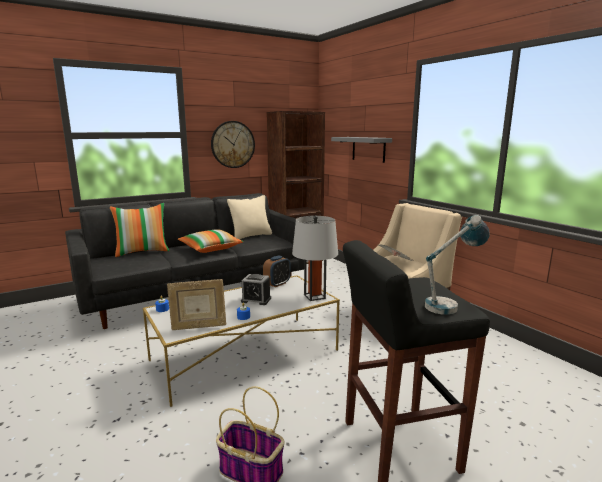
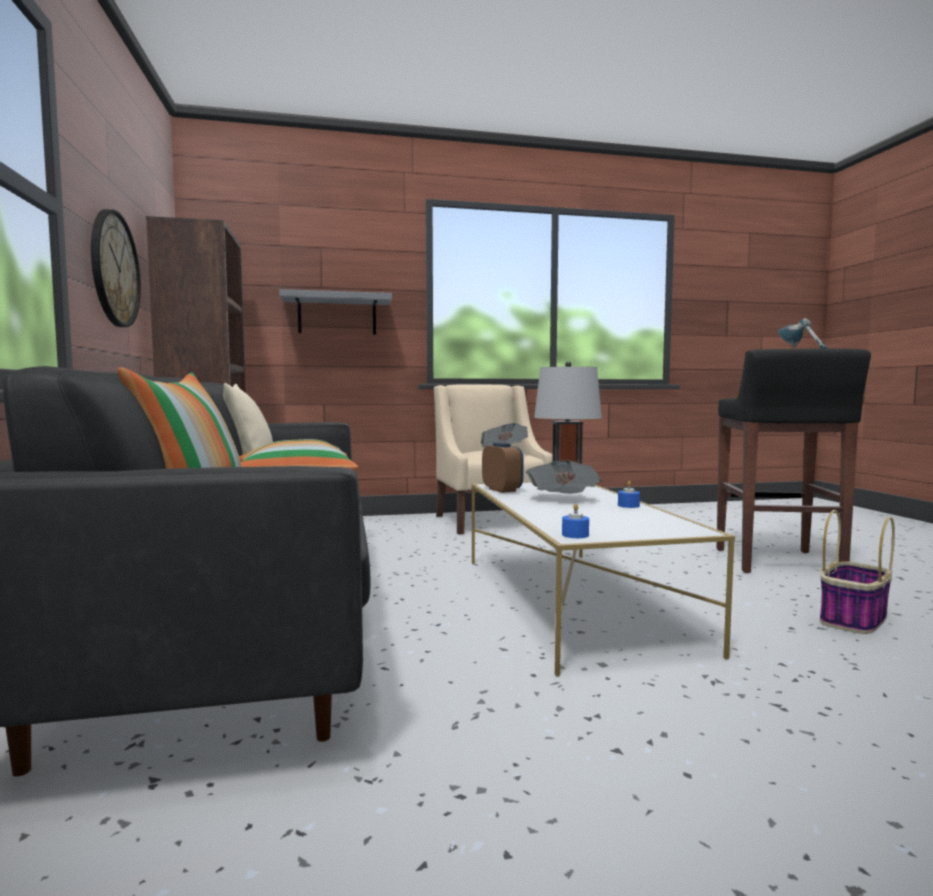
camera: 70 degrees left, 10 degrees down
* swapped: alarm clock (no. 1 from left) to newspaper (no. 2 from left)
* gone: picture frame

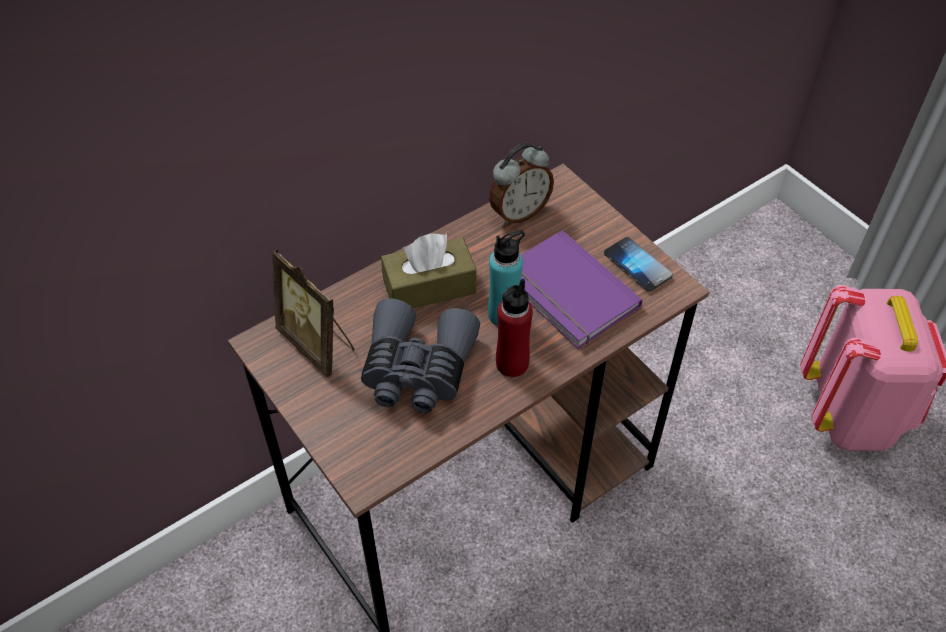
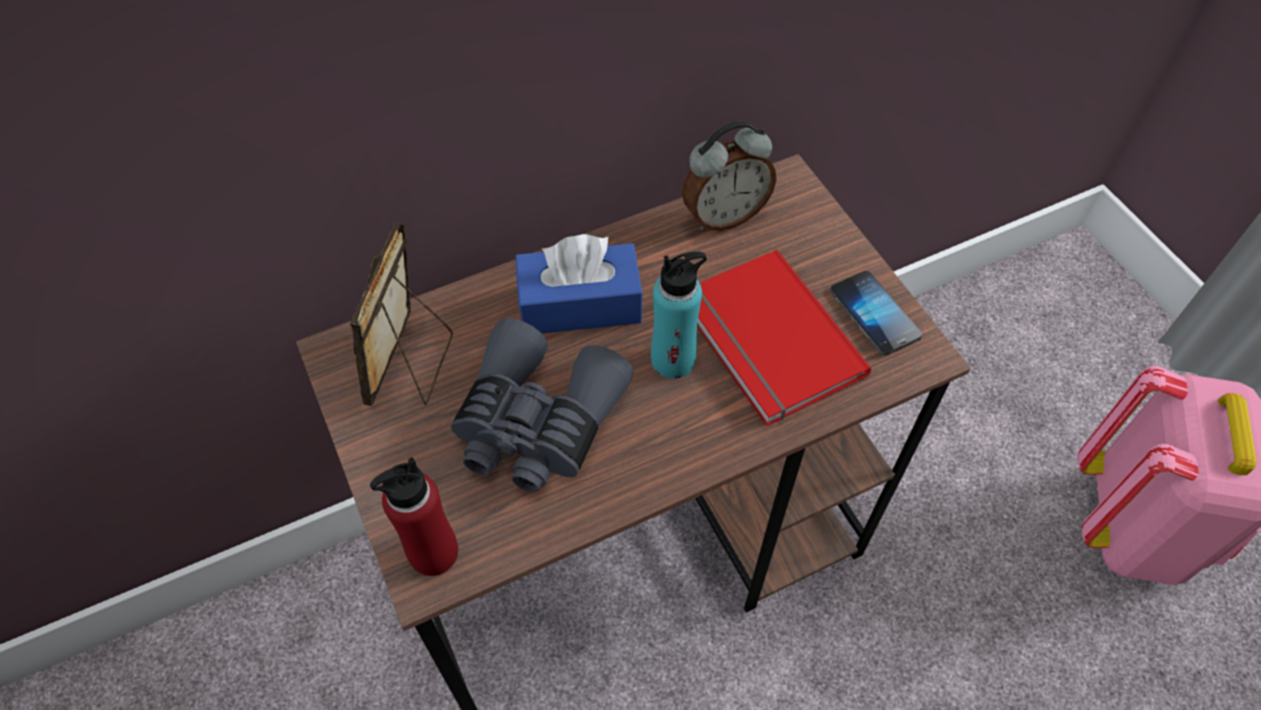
camera: 10 degrees right, 5 degrees up
* rotated: picture frame 45 degrees clockwise
* shifted: bottle/red
* repainted: tissue box/brown to tissue box/blue
* repainted: book/purple to book/red

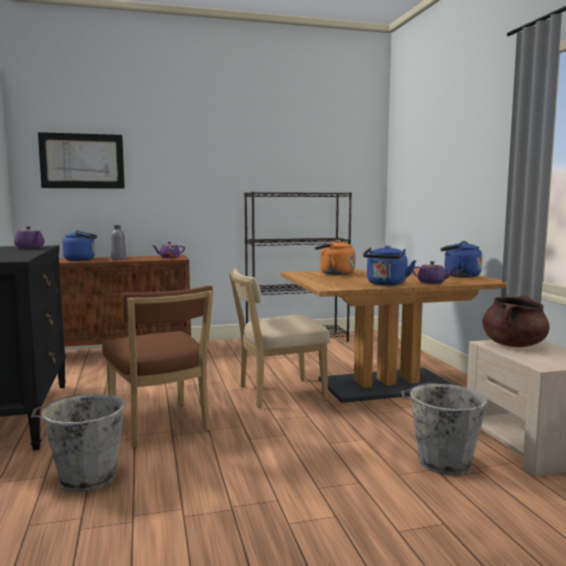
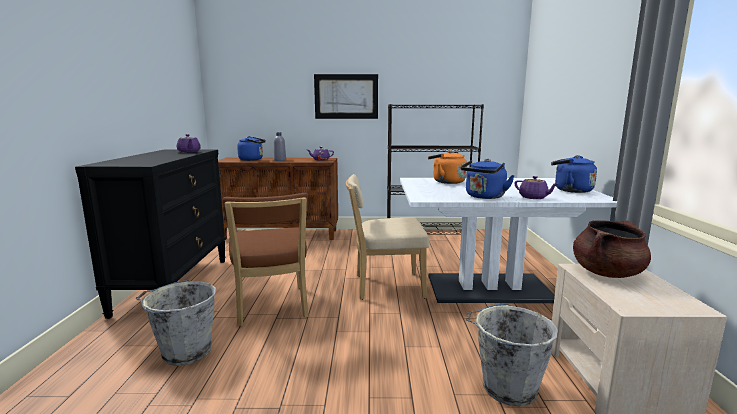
camera: 15 degrees right, 5 degrees up
* shifted: picture
* repainted: dining table/brown to dining table/white

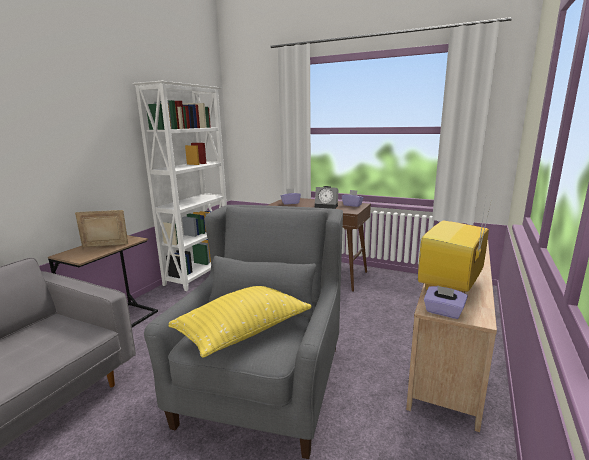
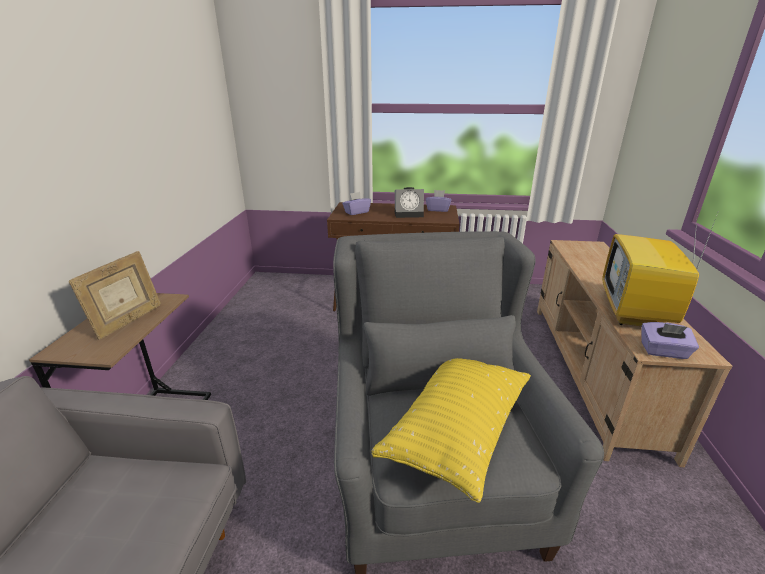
camera: 20 degrees left, 10 degrees up
* rotated: picture frame 150 degrees clockwise
* gone: bookcase/white

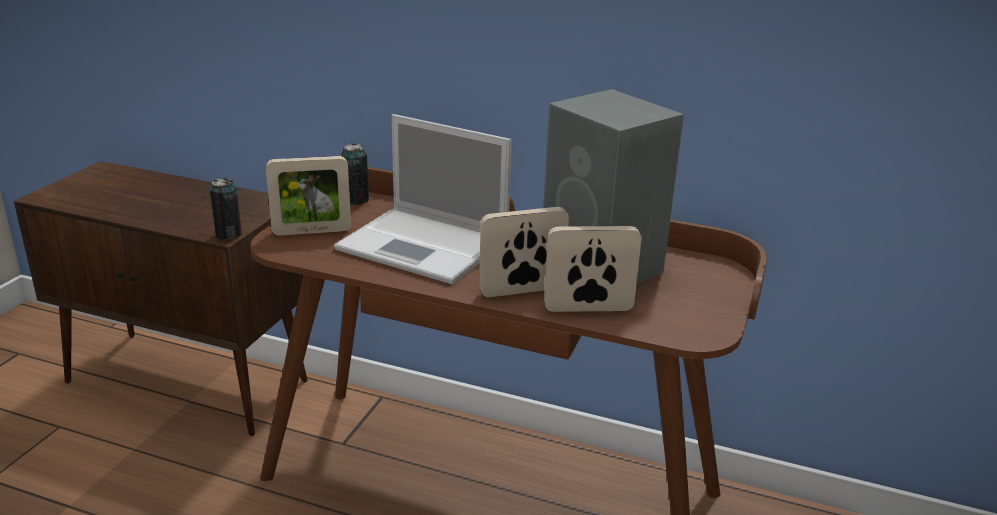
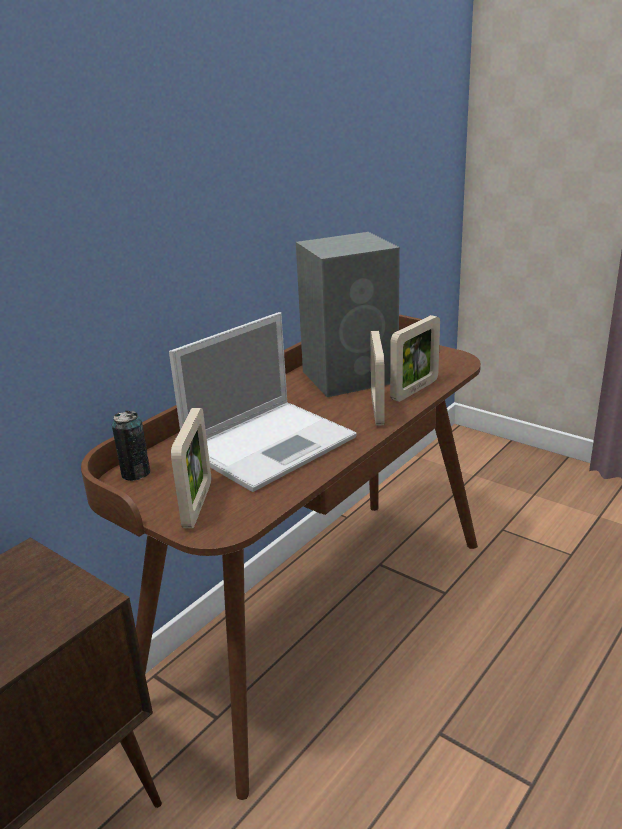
camera: 70 degrees left, 0 degrees up
* rotated: picture frame (no. 3 from left) 150 degrees counterclockwise
* gone: can (no. 1 from left)

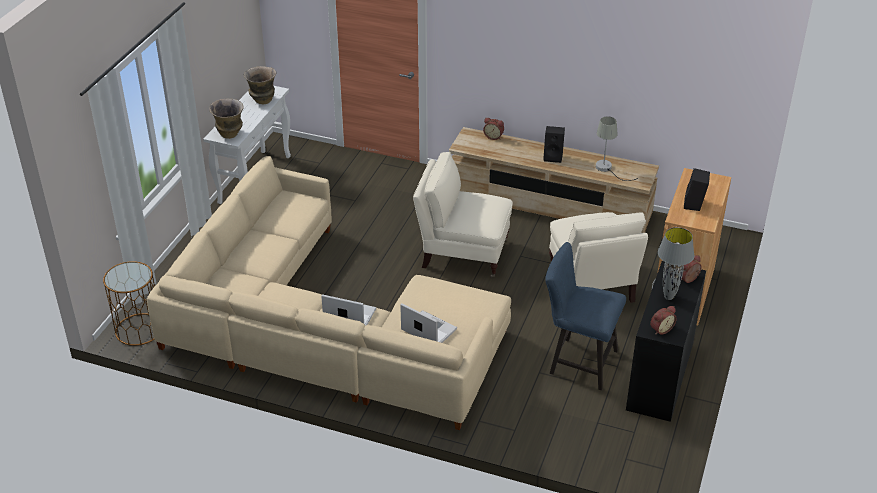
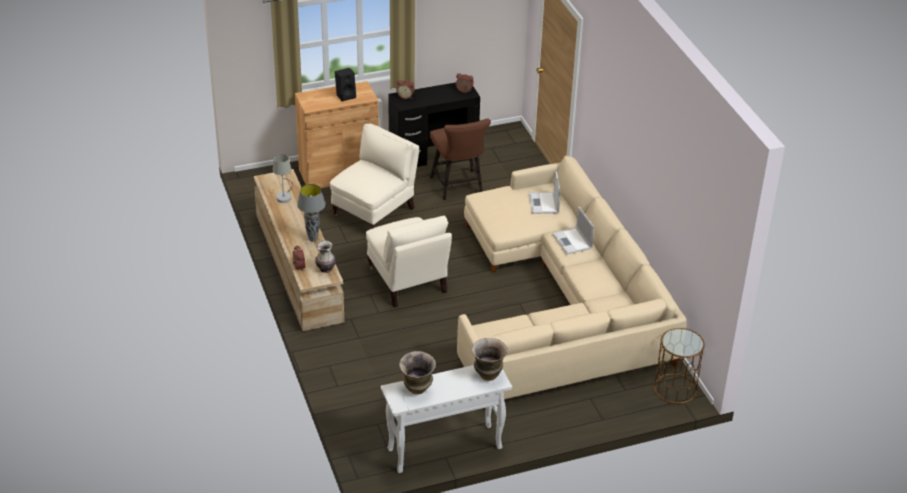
camera: 130 degrees left, 0 degrees up
* shifted: table lamp/grey (no. 2 from left)
* new: vase (no. 1 from left)
* repainted: chair/blue to chair/brown
* gone: speaker/black (no. 1 from left)

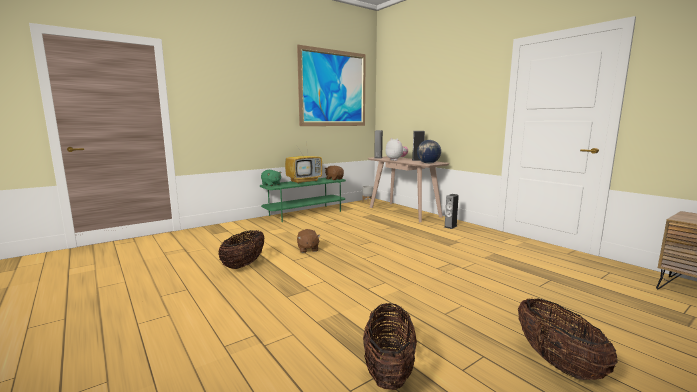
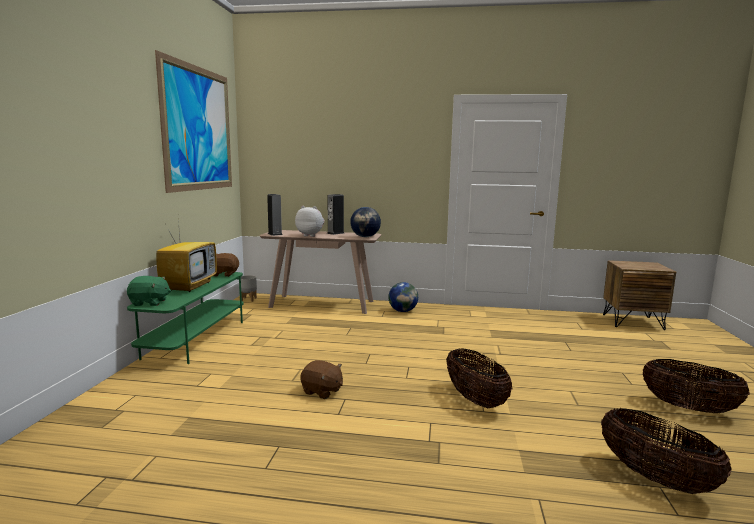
camera: 45 degrees left, 0 degrees up
* swapped: speaker (no. 3 from left) to globe (no. 2 from left)
* shifted: basket (no. 1 from left)

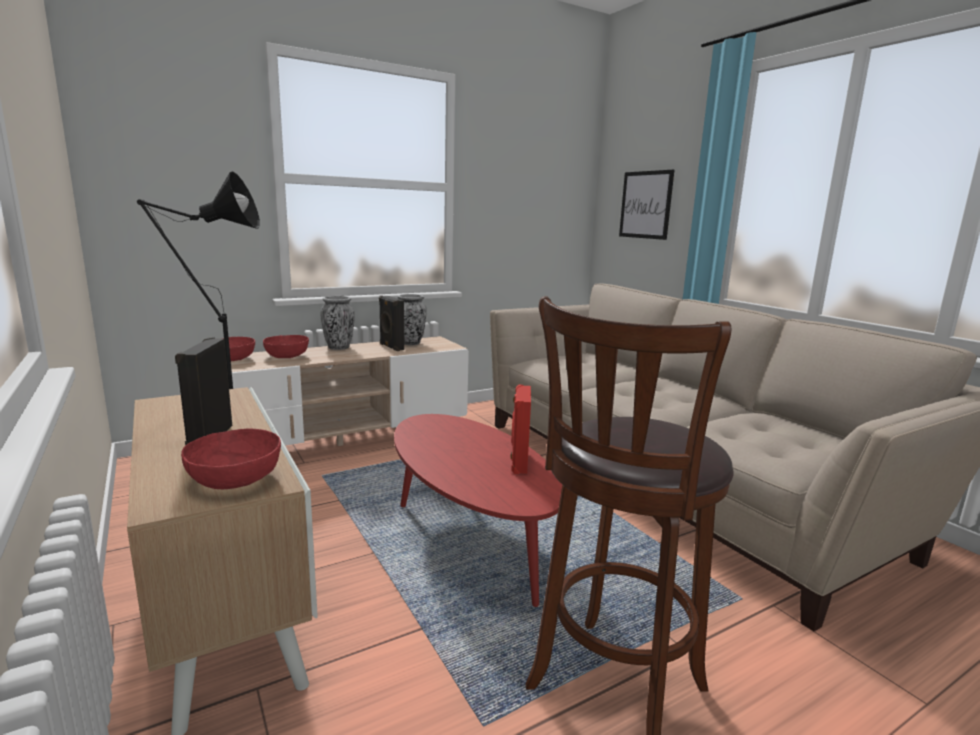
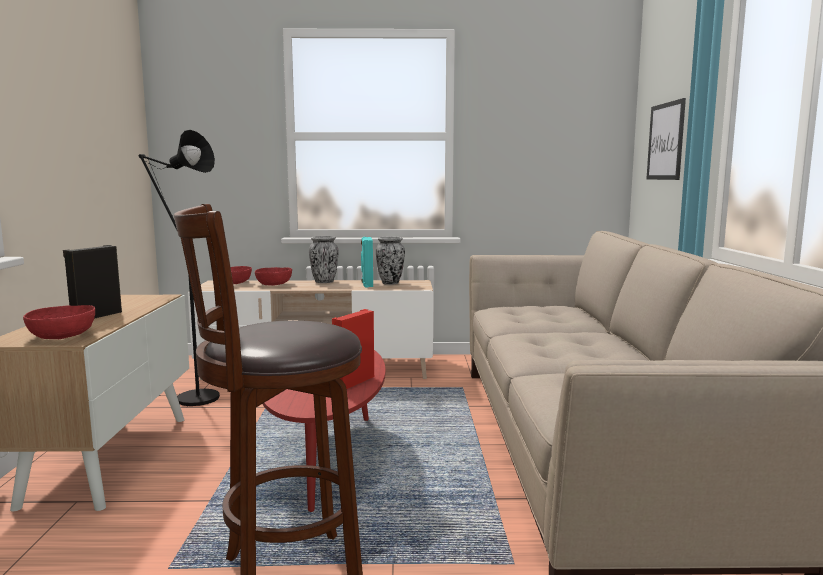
camera: 30 degrees right, 5 degrees down
* repainted: speaker/black (no. 2 from left) to speaker/turquoise

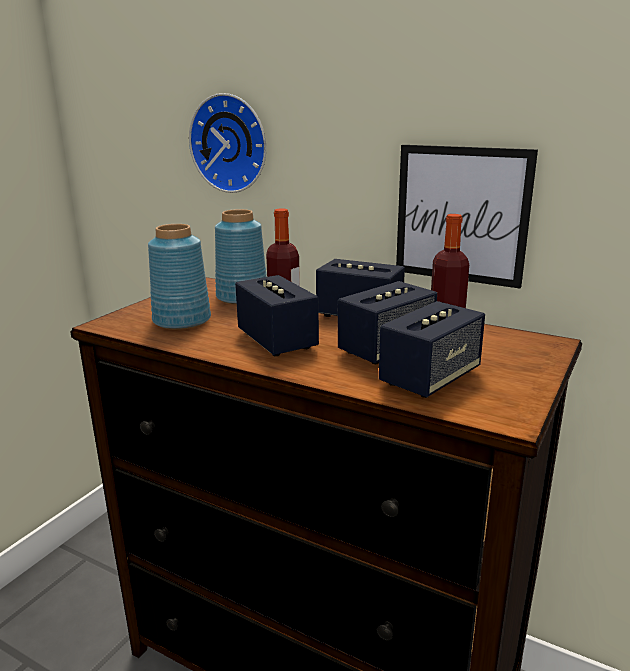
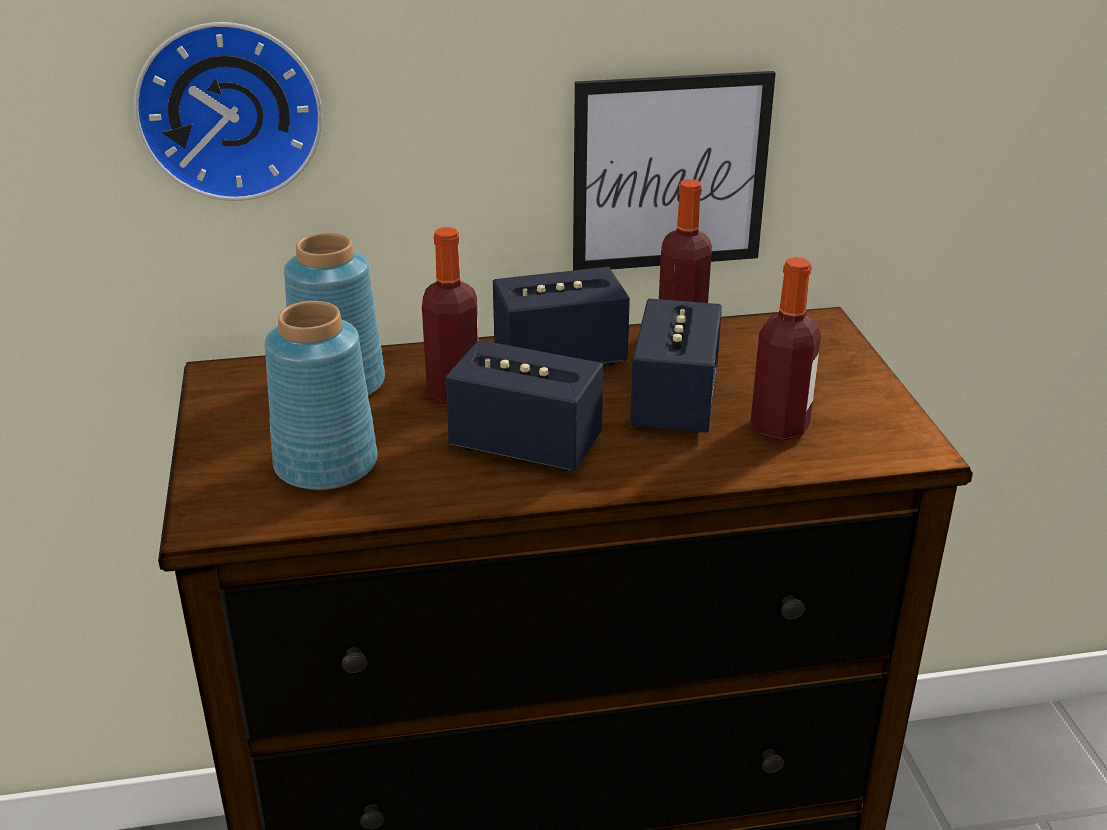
camera: 40 degrees left, 10 degrees up
* swapped: speaker (no. 4 from left) to bottle (no. 3 from left)

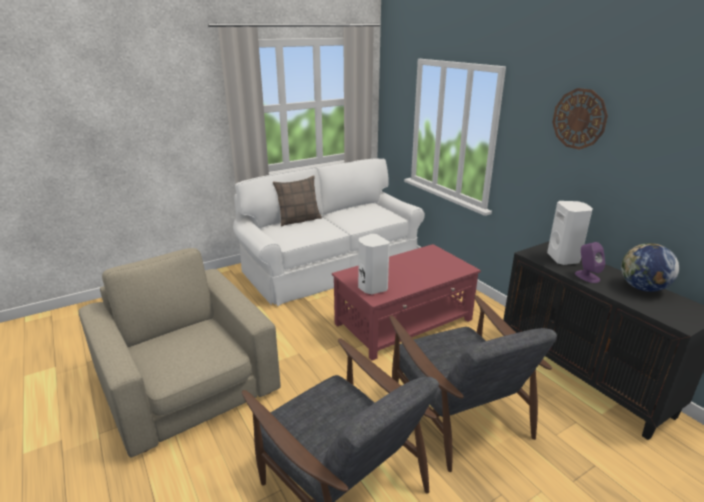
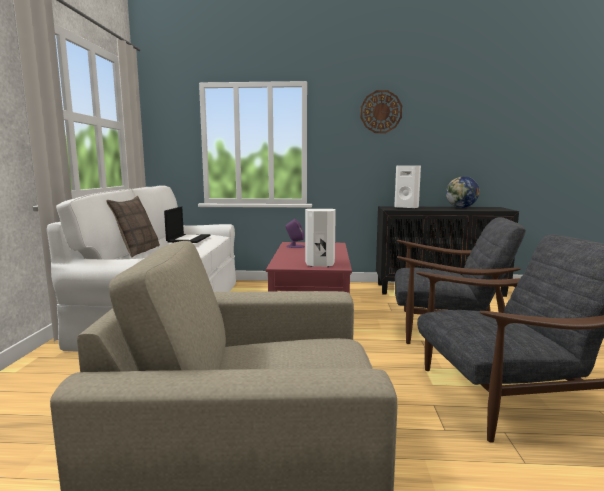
camera: 55 degrees left, 15 degrees down
* new: laptop
* shifted: speaker/purple

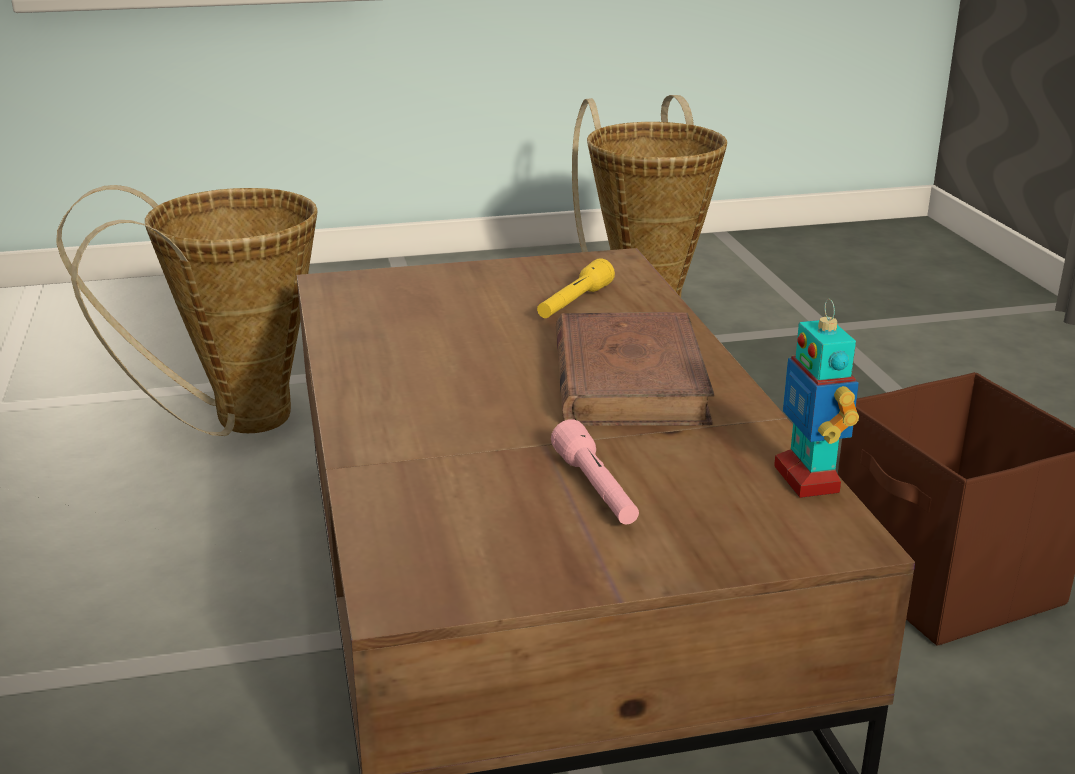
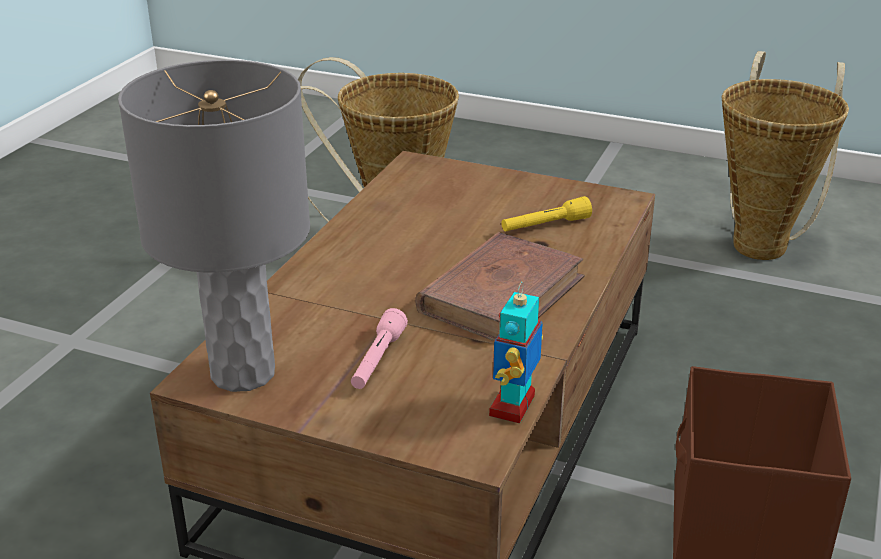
camera: 35 degrees right, 5 degrees up
* new: table lamp/grey

